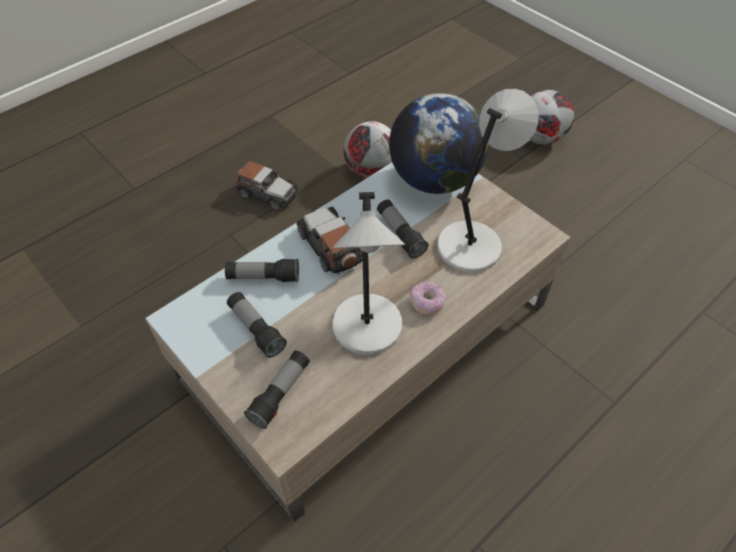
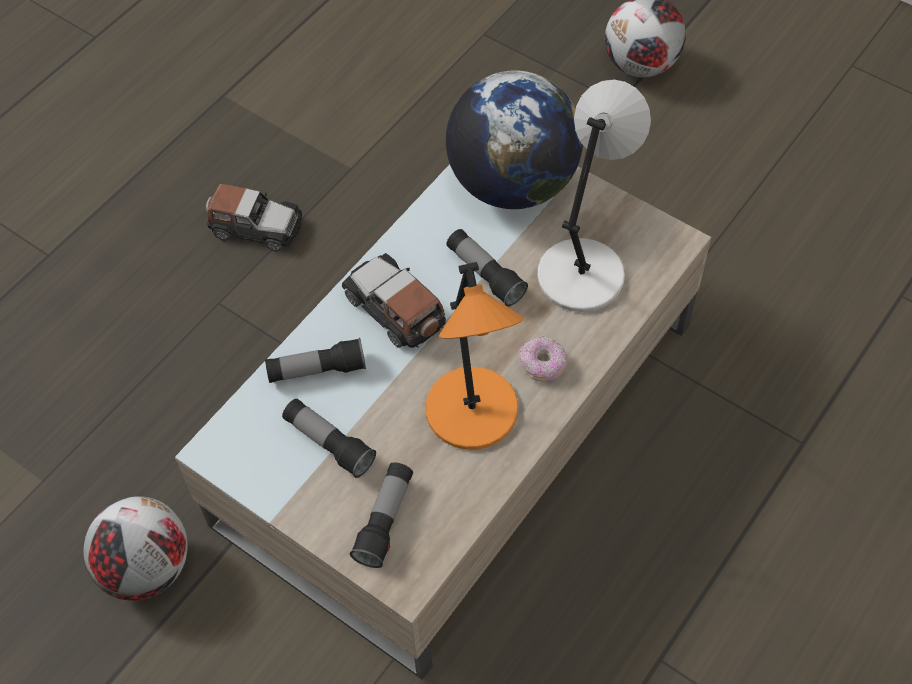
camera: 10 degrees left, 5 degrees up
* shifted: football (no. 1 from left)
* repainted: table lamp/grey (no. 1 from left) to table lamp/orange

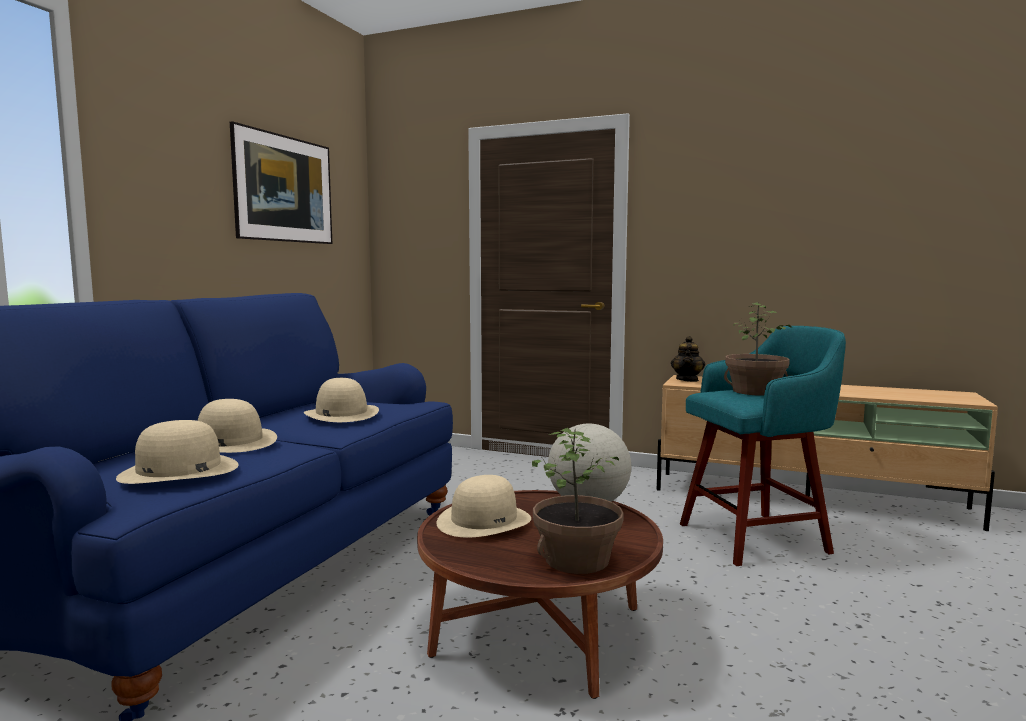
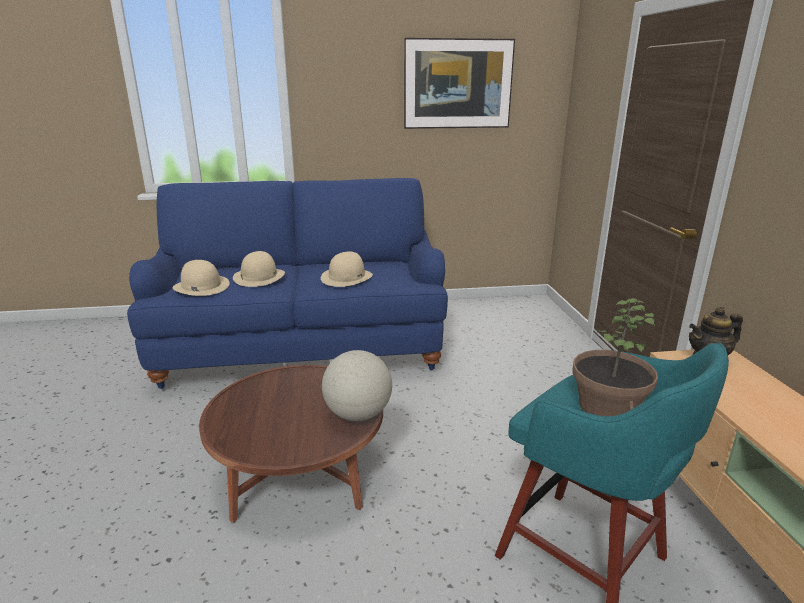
camera: 60 degrees right, 15 degrees up
* gone: hat/beige (no. 4 from left)
* gone: potted plant (no. 1 from left)

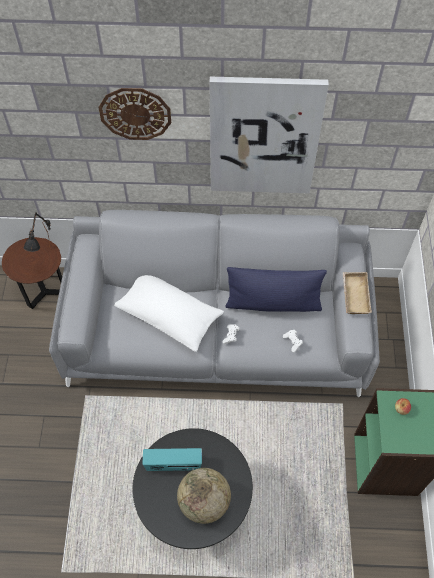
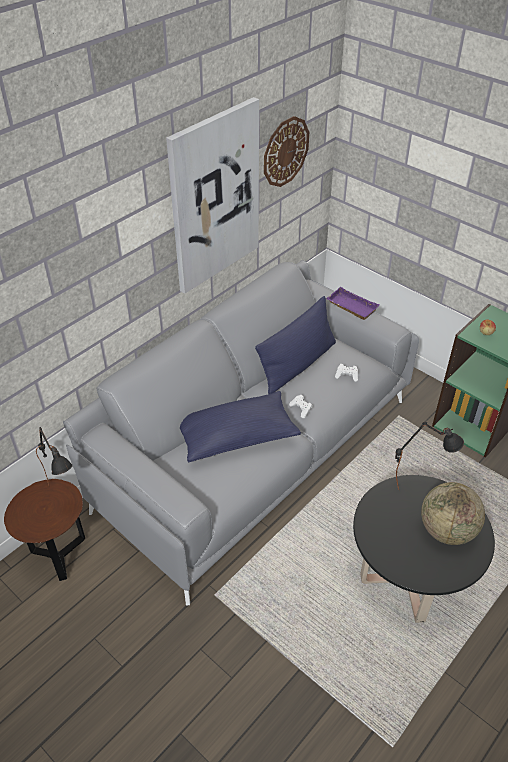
camera: 50 degrees left, 15 degrees down
* repainted: pillow/white to pillow/blue (no. 1 from left)
* shifted: wall clock
* repainted: tray/beige to tray/purple
* new: table lamp/black (no. 2 from left)
* gone: radio

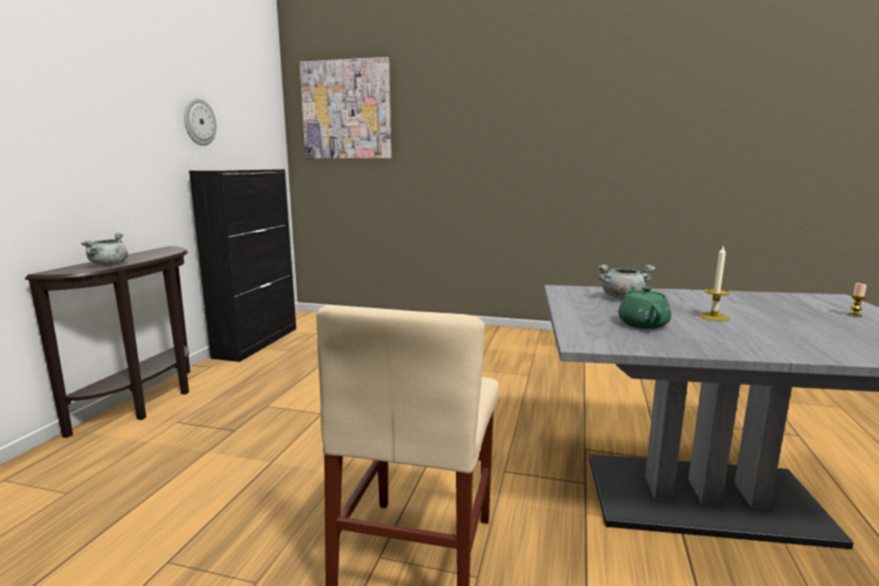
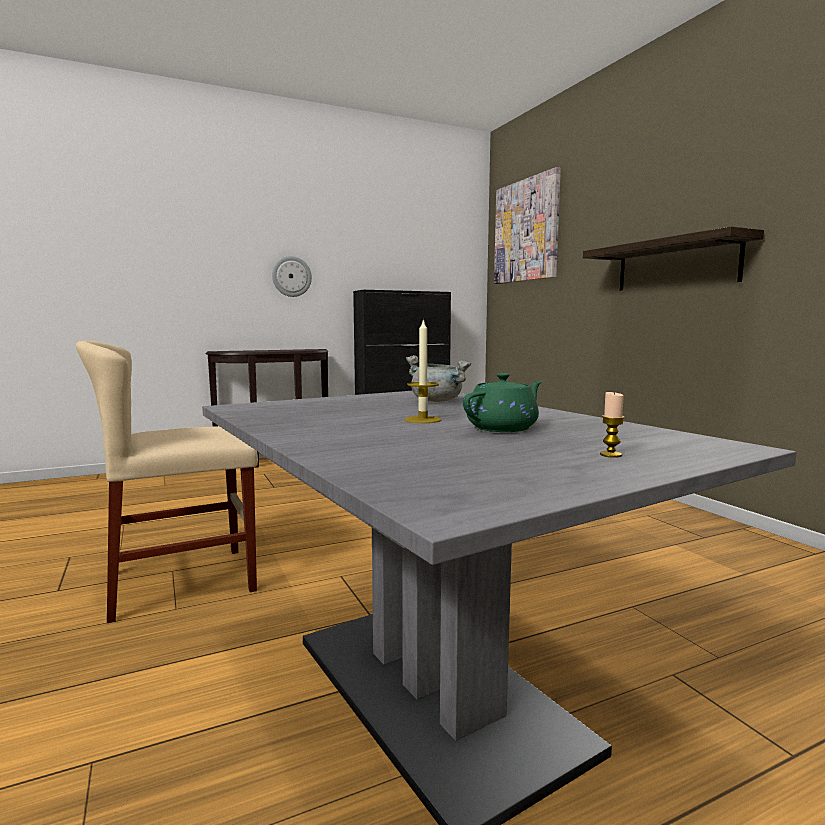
camera: 50 degrees right, 5 degrees down
* shifted: wall clock
* shifted: teapot/green
* new: shelf
* gone: cooking pot/grey (no. 1 from left)

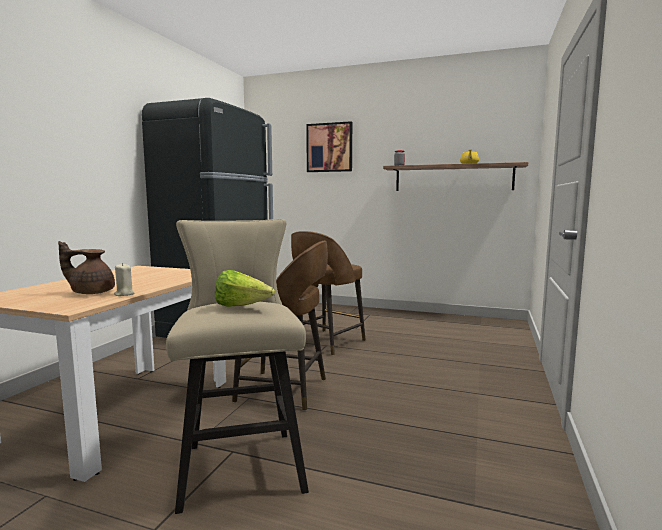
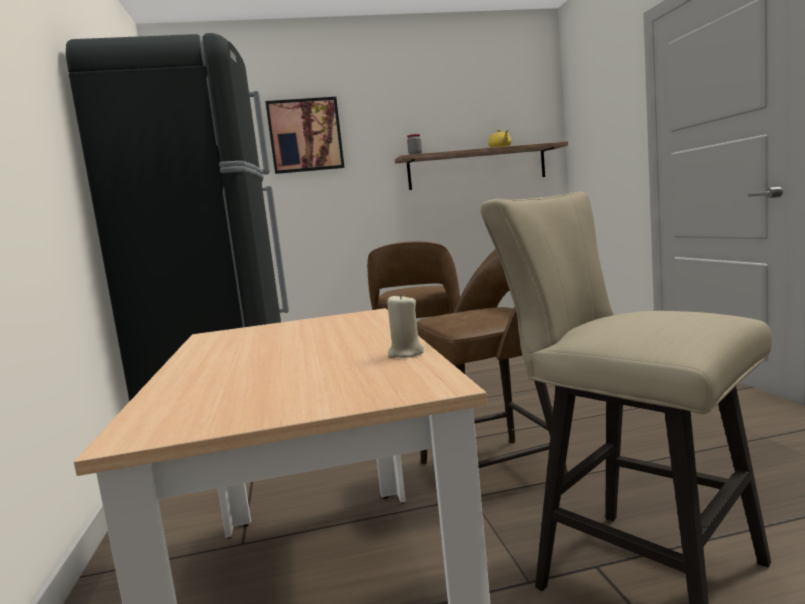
camera: 30 degrees left, 0 degrees up
* gone: teapot/brown
* gone: lettuce

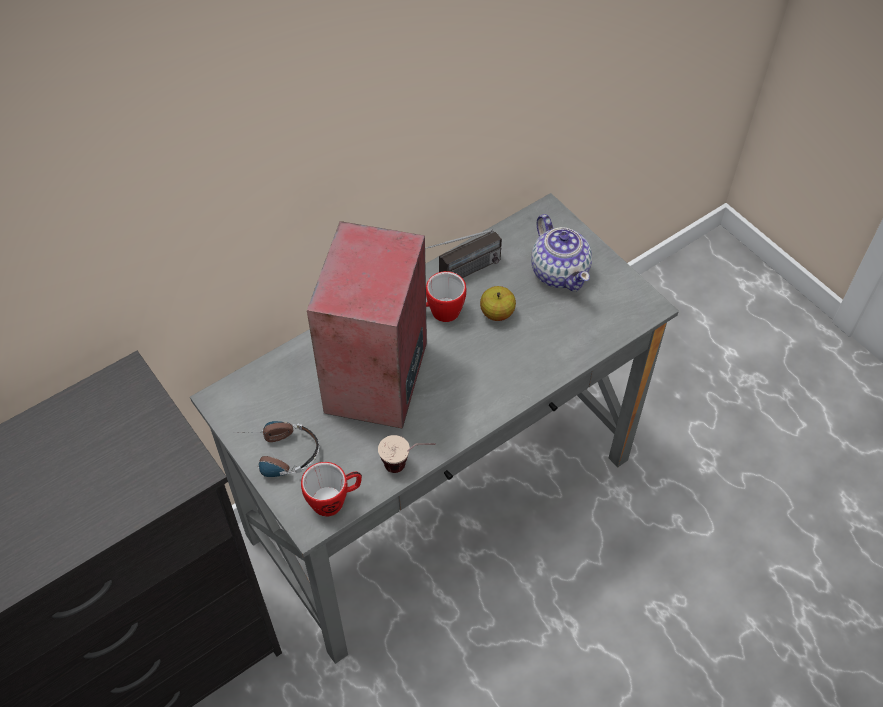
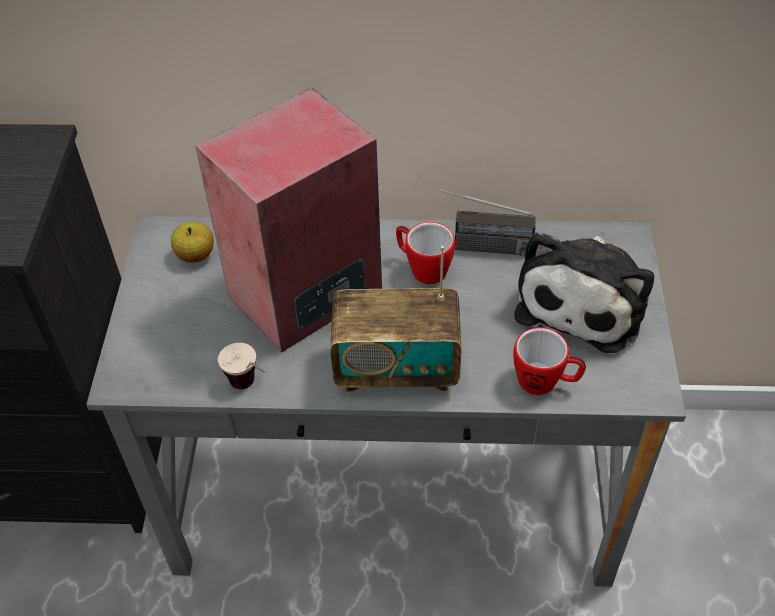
camera: 40 degrees right, 5 degrees down
* shifted: apple
* new: radio (no. 1 from left)
* shifted: mug (no. 1 from left in the first image) to mug (no. 2 from left)
* swapped: teapot to plush toy
* gone: headphones

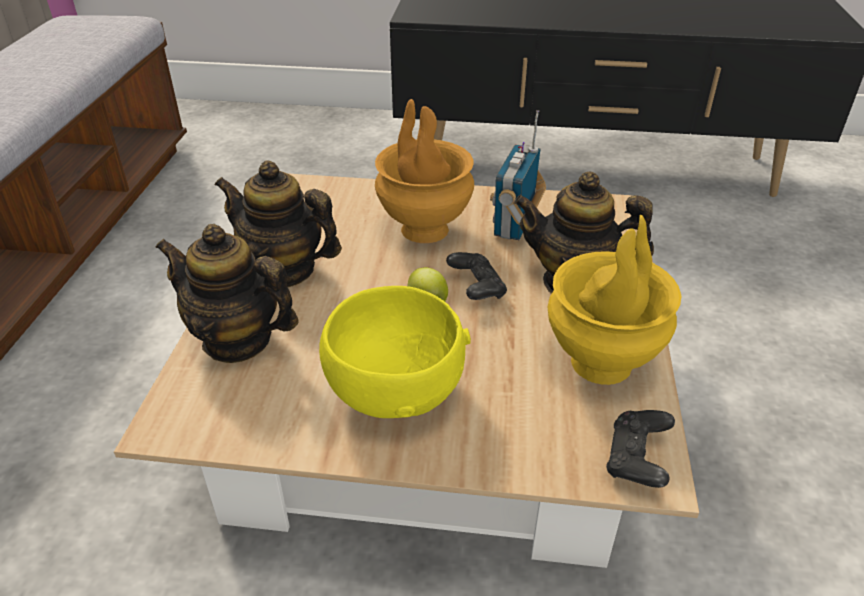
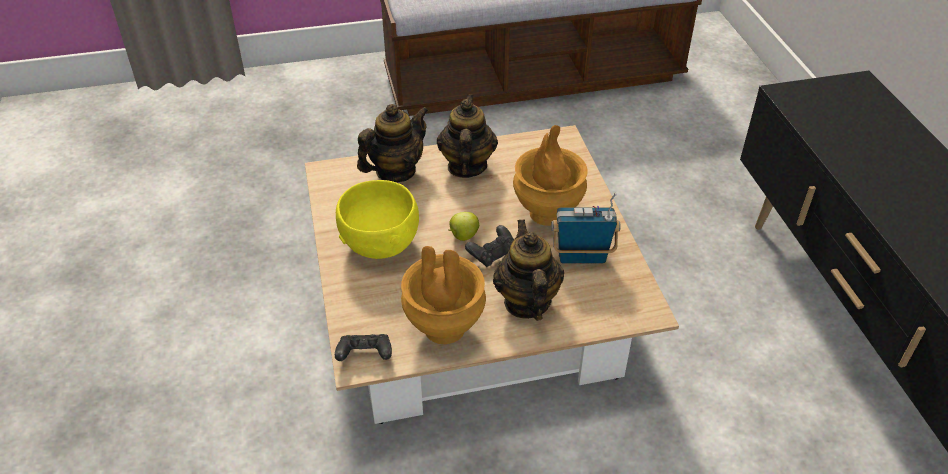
camera: 70 degrees right, 5 degrees up
* rotated: teapot (no. 1 from left) 45 degrees clockwise
* repainted: vase/yellow to vase/brown (no. 1 from left)

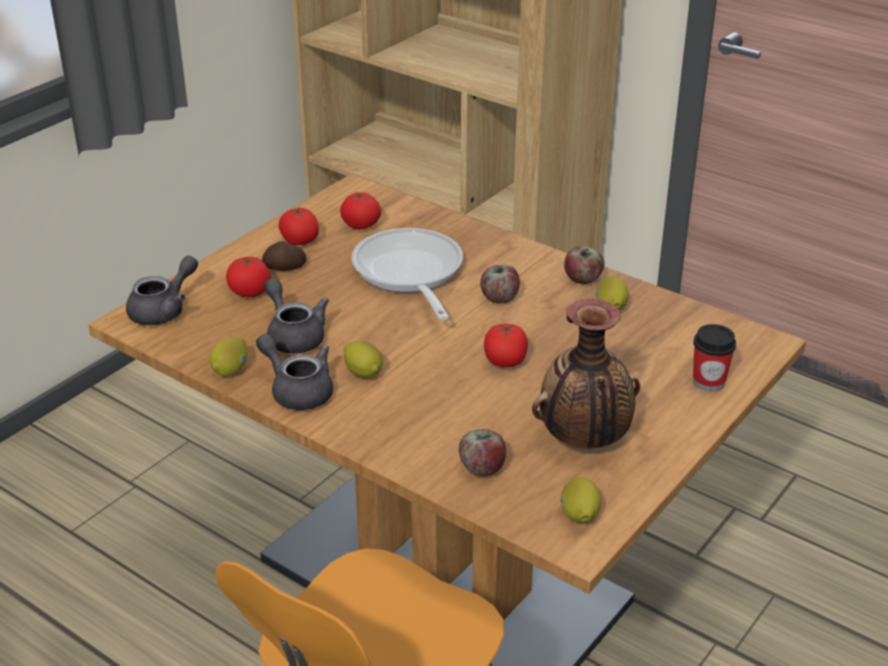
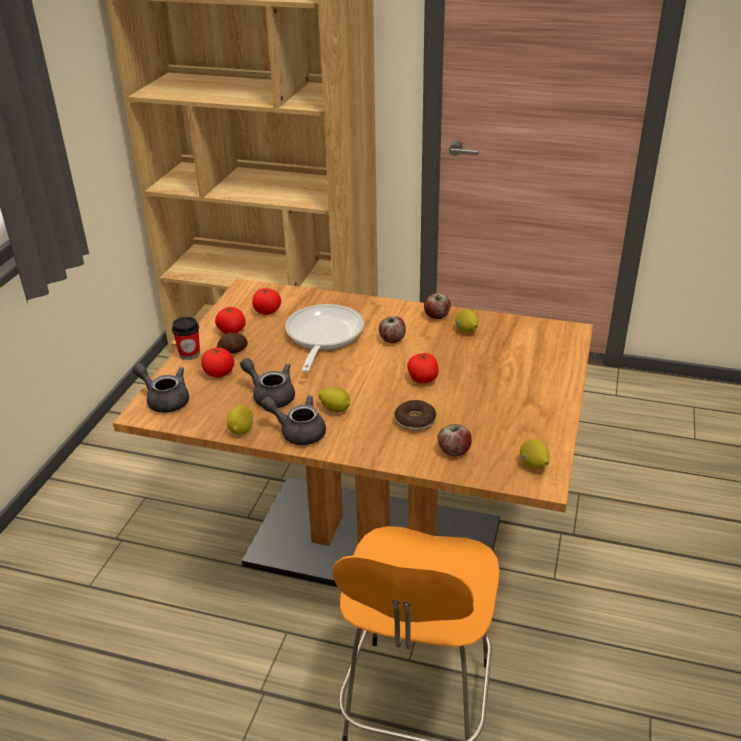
camera: 20 degrees left, 0 degrees up
* rotated: teapot/grey (no. 1 from left) 75 degrees counterclockwise
* shifted: cup
* rotated: frying pan 45 degrees clockwise
* new: donut
* gone: vase

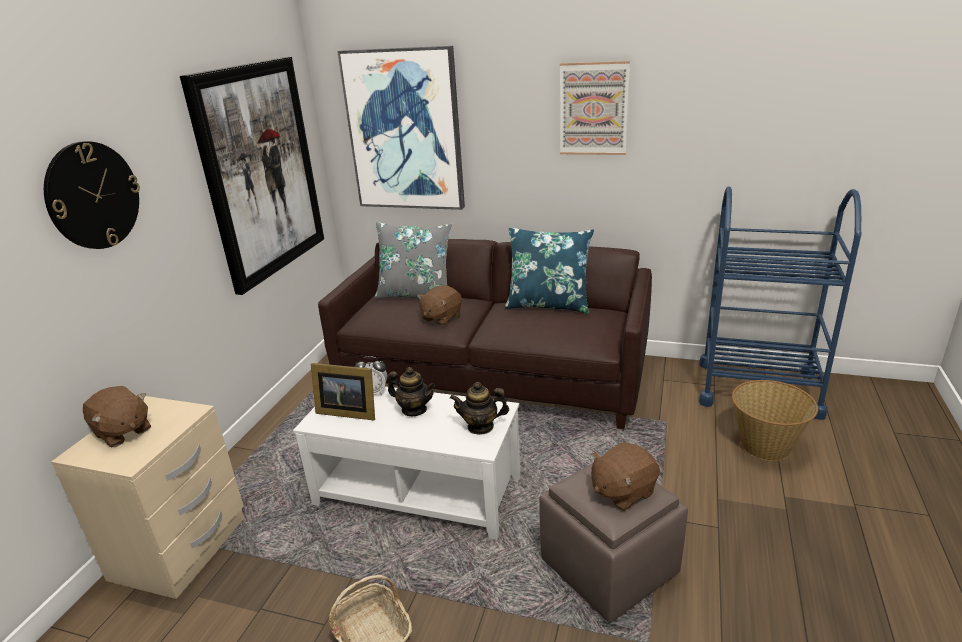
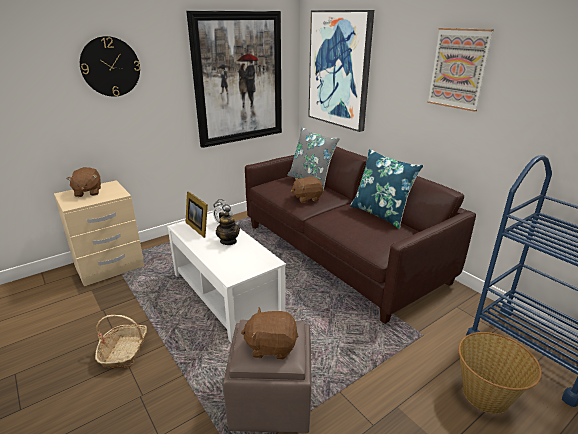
camera: 35 degrees right, 0 degrees up
* gone: teapot (no. 2 from left)

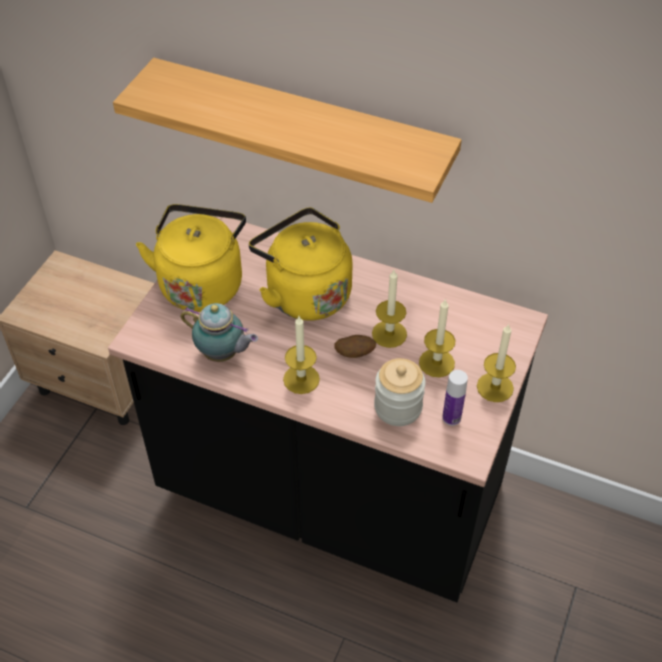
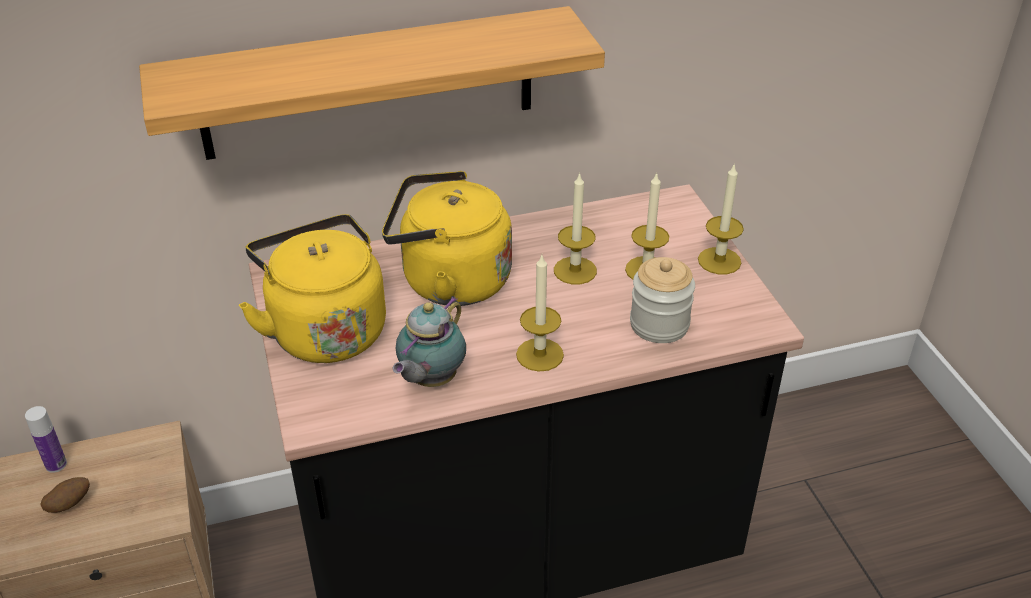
camera: 40 degrees left, 10 degrees down
* shifted: bottle
* shifted: potato
* rotated: teapot 135 degrees clockwise

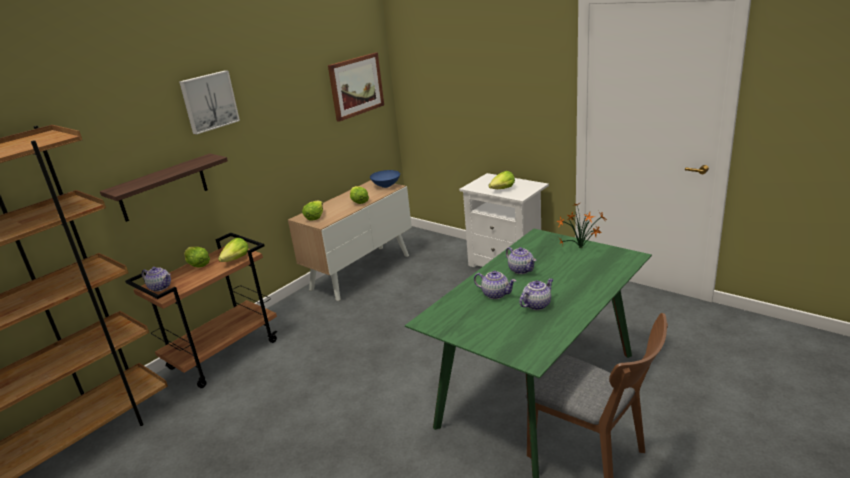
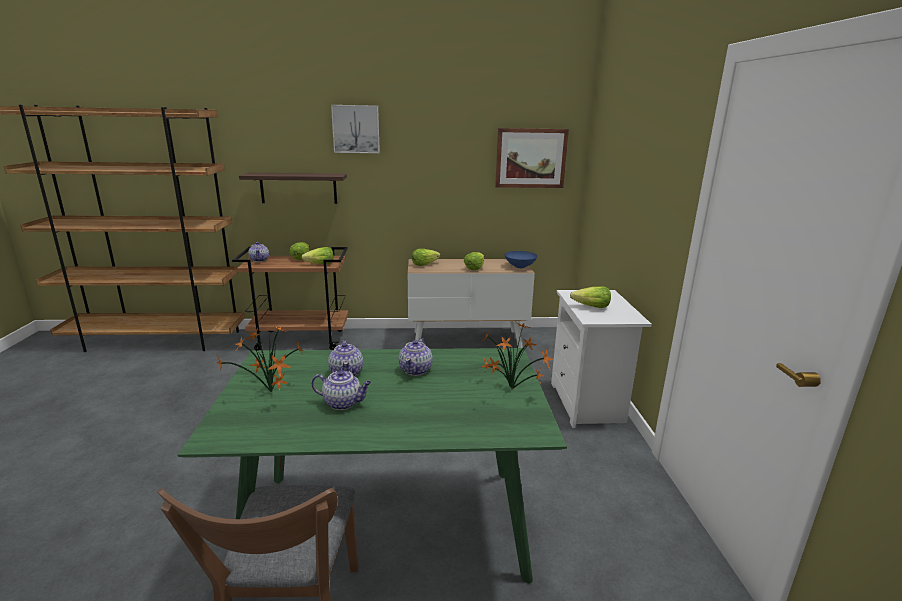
camera: 45 degrees right, 5 degrees down
* new: potted plant (no. 1 from left)

